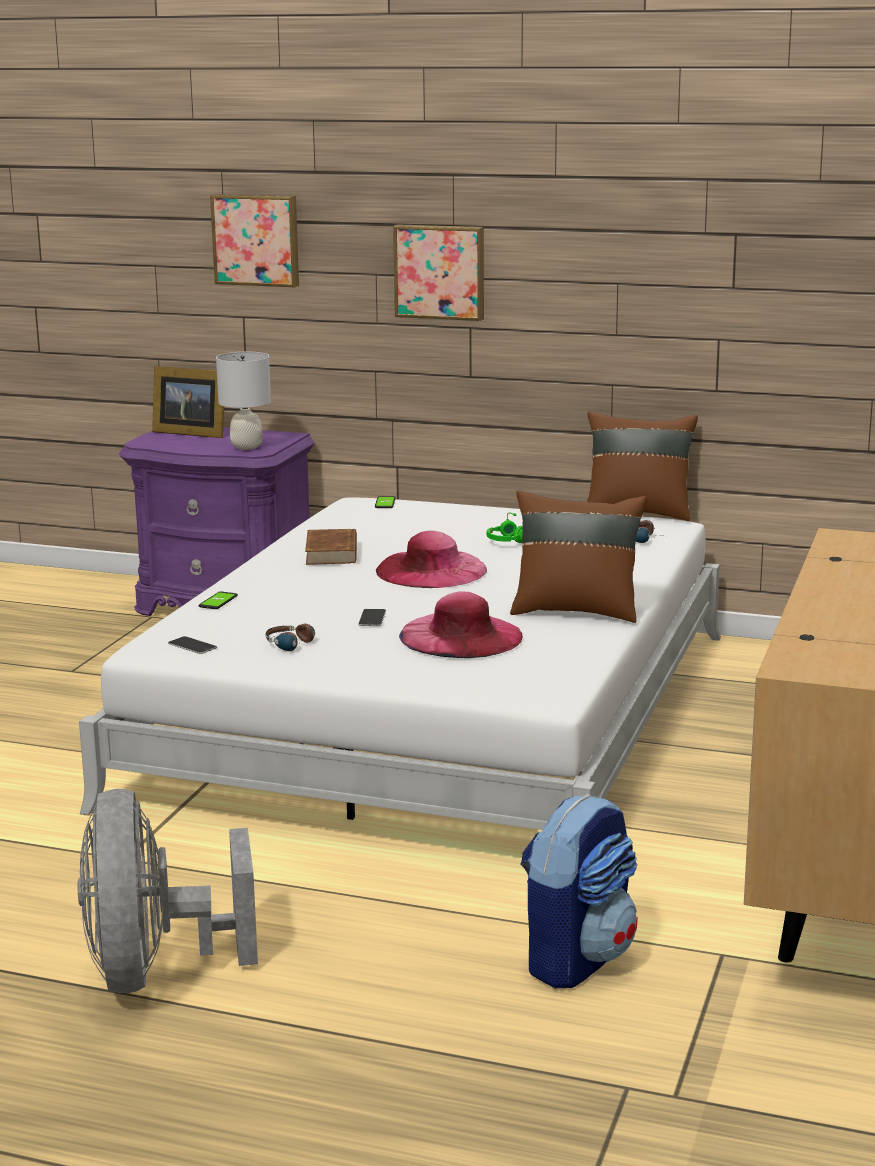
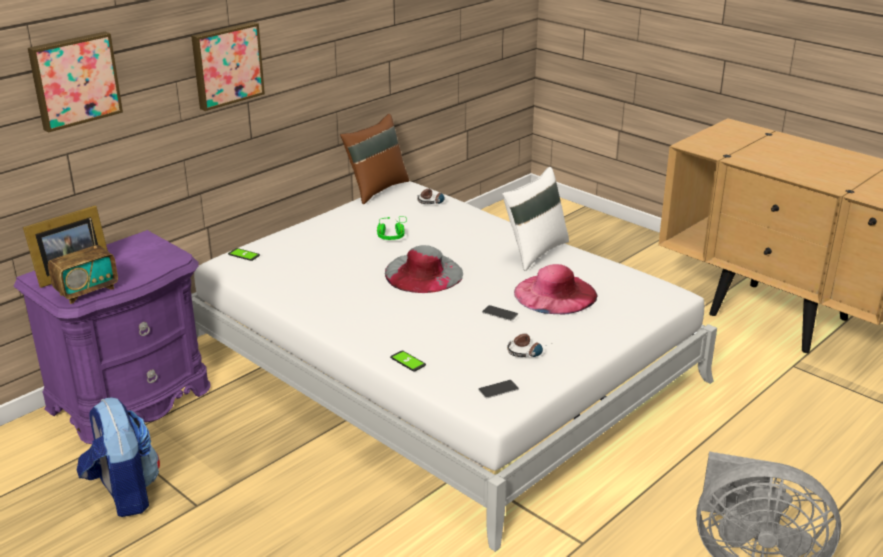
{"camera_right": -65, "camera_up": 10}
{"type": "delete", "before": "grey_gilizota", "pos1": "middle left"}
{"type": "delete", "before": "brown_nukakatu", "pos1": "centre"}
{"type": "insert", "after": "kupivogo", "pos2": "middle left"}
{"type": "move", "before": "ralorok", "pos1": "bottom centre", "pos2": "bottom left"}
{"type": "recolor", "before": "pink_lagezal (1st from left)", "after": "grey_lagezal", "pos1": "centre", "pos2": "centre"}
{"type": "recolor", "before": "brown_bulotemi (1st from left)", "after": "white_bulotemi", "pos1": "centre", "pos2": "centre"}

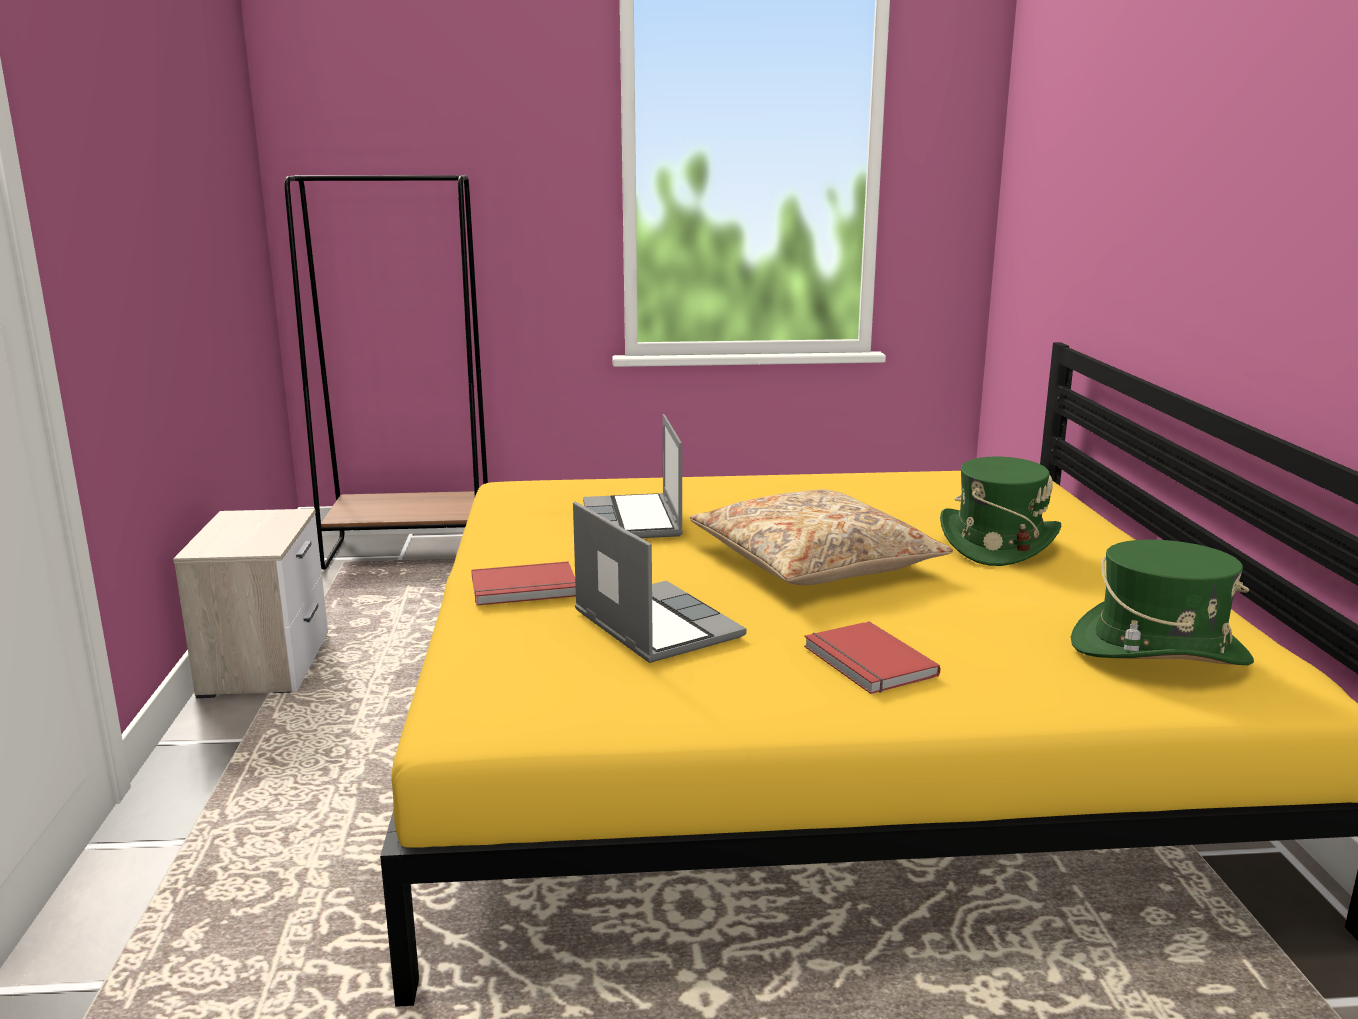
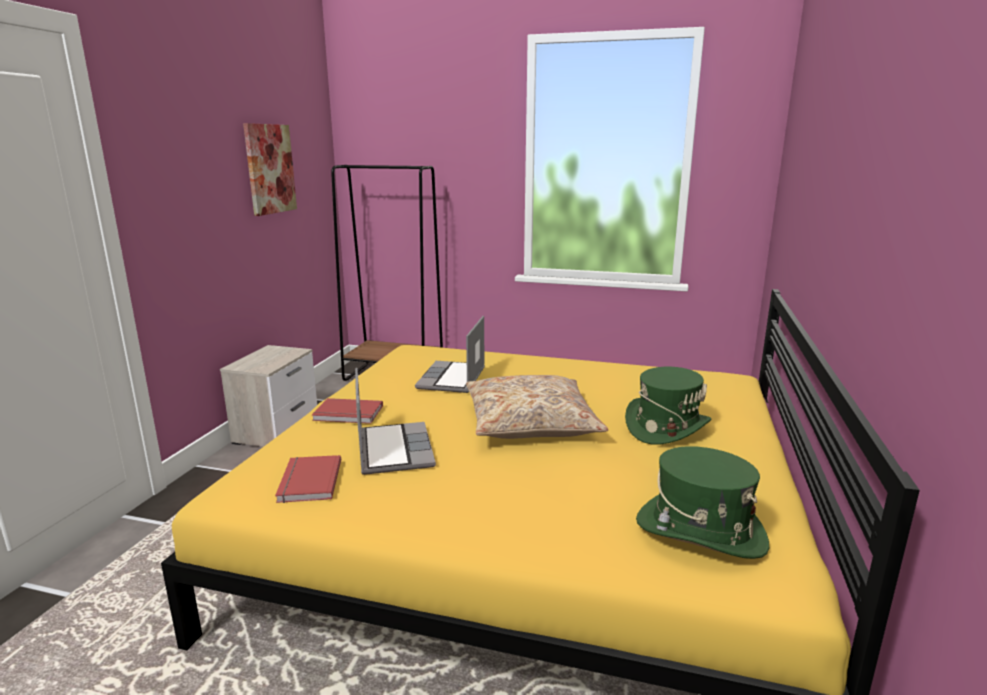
{"camera_right": 20, "camera_up": 0}
{"type": "insert", "after": "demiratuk", "pos2": "top left"}
{"type": "move", "before": "red_nukakatu (2nd from left in the first image)", "after": "red_nukakatu (1st from left)", "pos1": "centre", "pos2": "bottom left"}

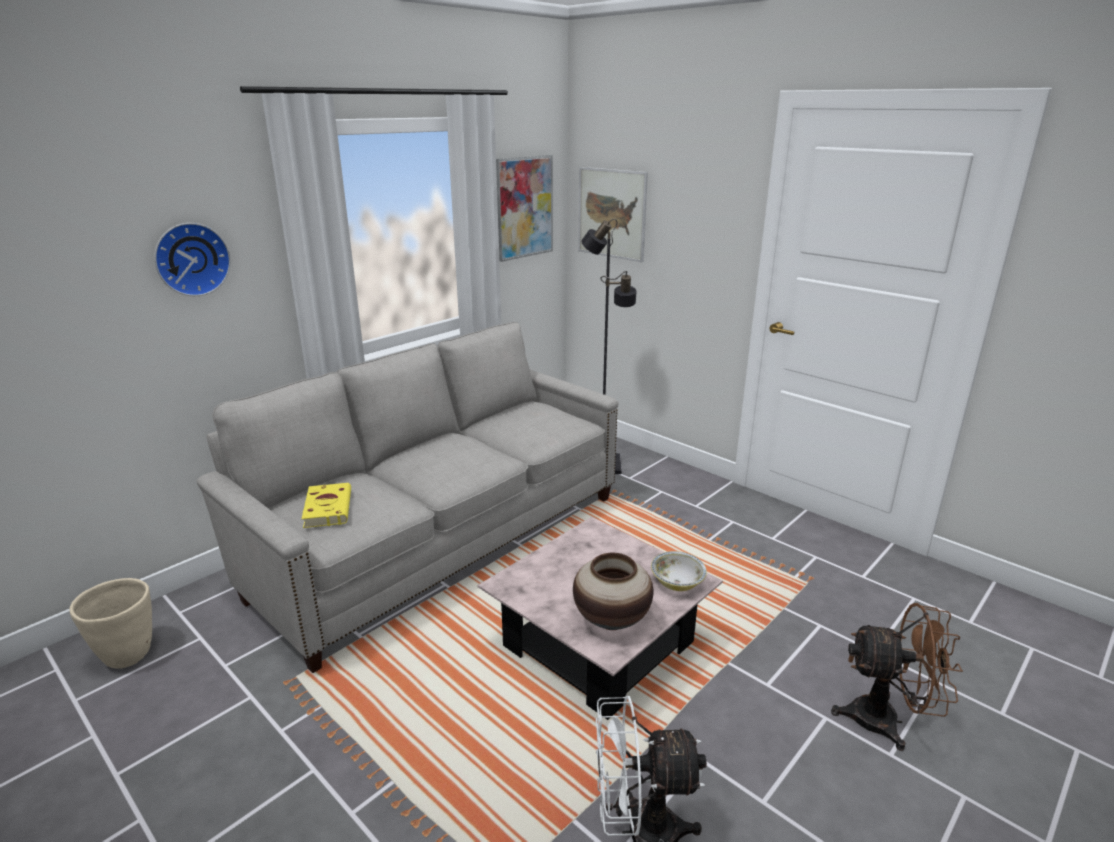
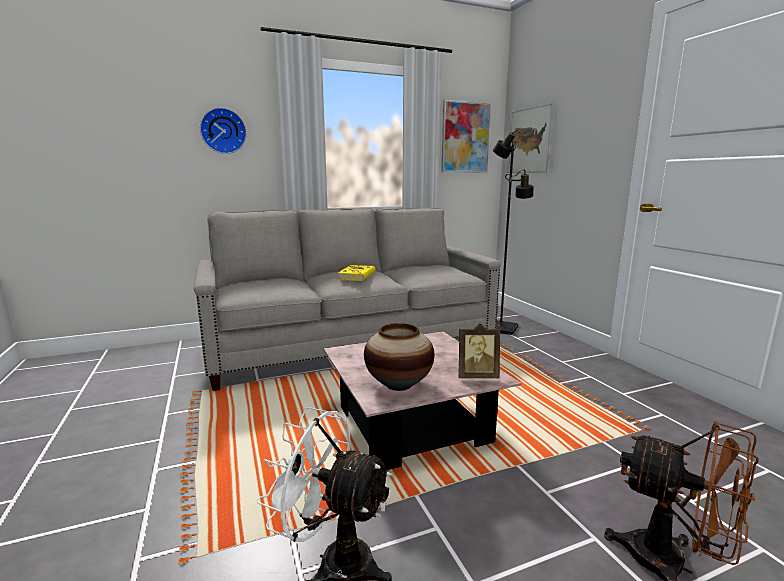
{"camera_right": 25, "camera_up": -10}
{"type": "delete", "before": "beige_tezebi", "pos1": "bottom left"}
{"type": "move", "before": "yellow_nukakatu", "pos1": "middle left", "pos2": "centre"}
{"type": "replace", "before": "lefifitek", "after": "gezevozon", "pos1": "bottom centre", "pos2": "centre"}

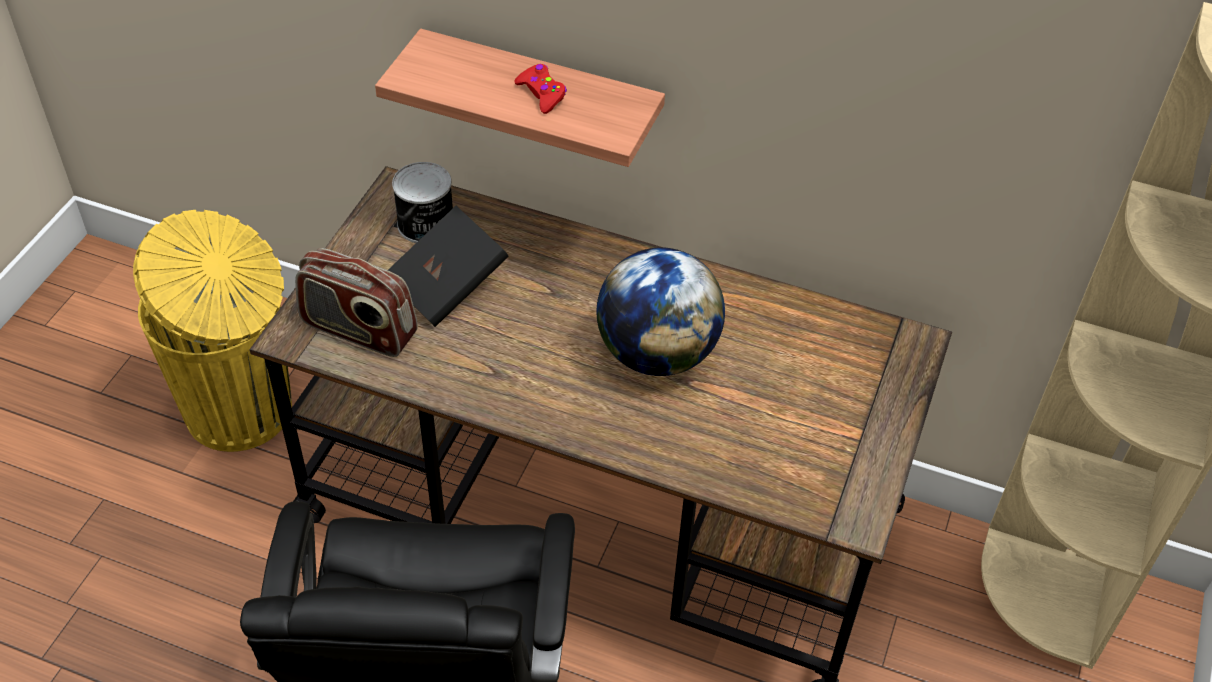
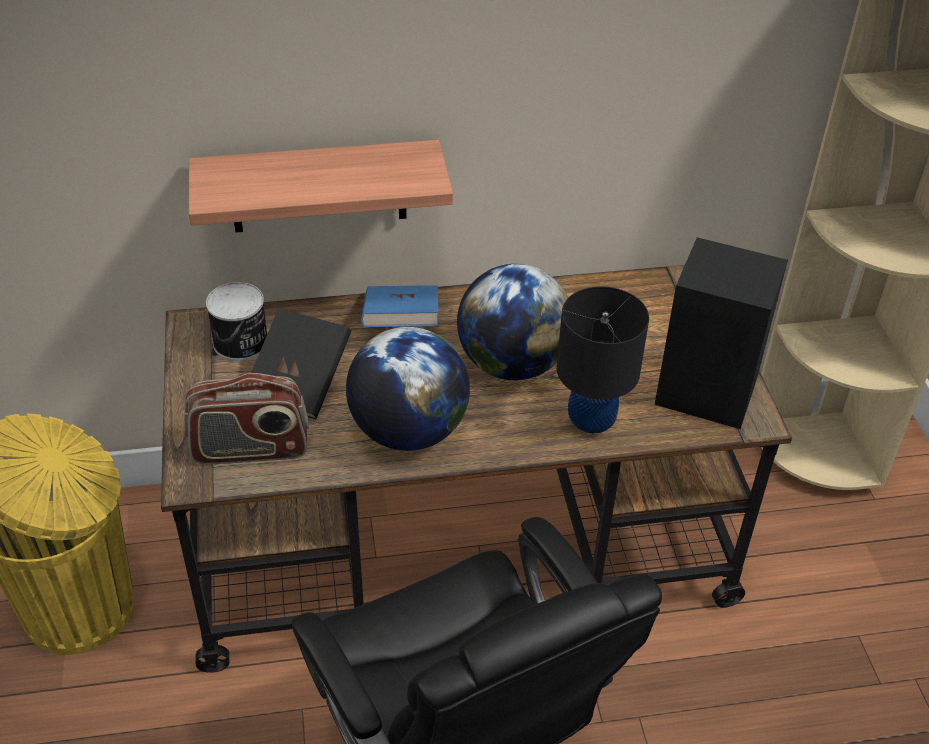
{"camera_right": -30, "camera_up": -5}
{"type": "delete", "before": "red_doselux", "pos1": "top centre"}
{"type": "insert", "after": "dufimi (1st from left)", "pos2": "centre"}
{"type": "insert", "after": "blue_nukakatu", "pos2": "centre"}
{"type": "insert", "after": "black_gilizota", "pos2": "centre"}
{"type": "insert", "after": "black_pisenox", "pos2": "middle right"}

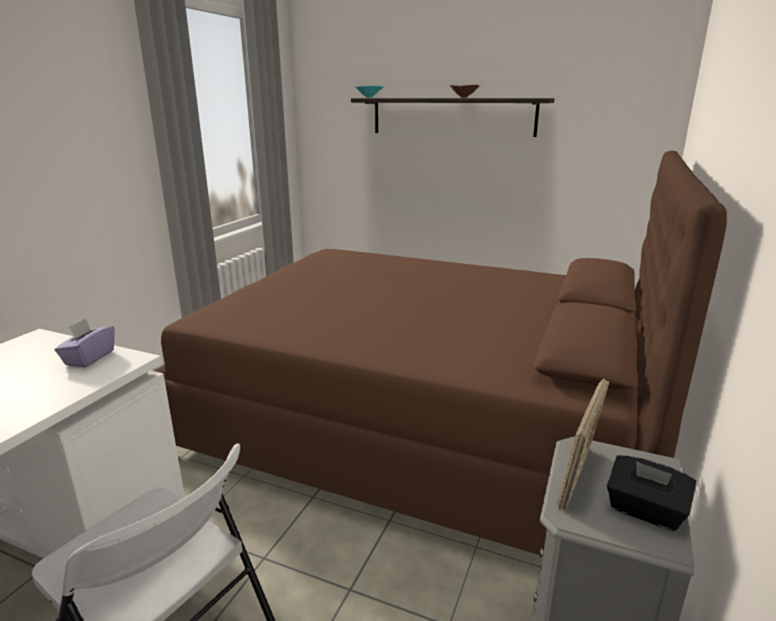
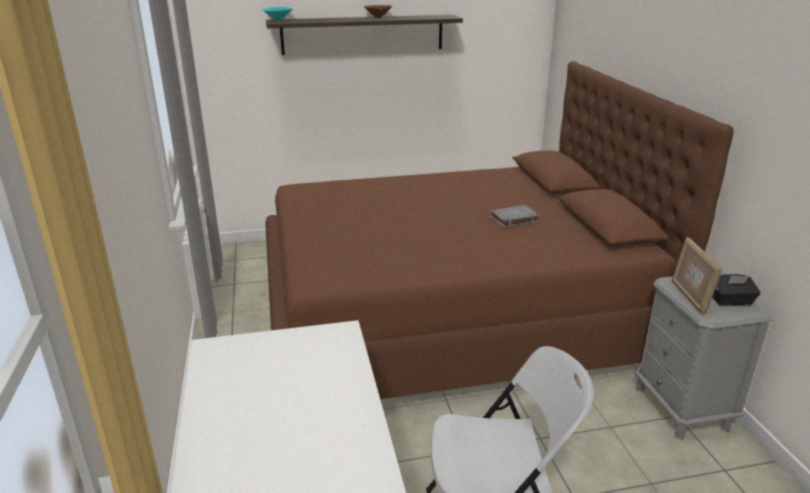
{"camera_right": -35, "camera_up": 5}
{"type": "delete", "before": "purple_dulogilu", "pos1": "middle left"}
{"type": "insert", "after": "grey_nukakatu", "pos2": "centre"}

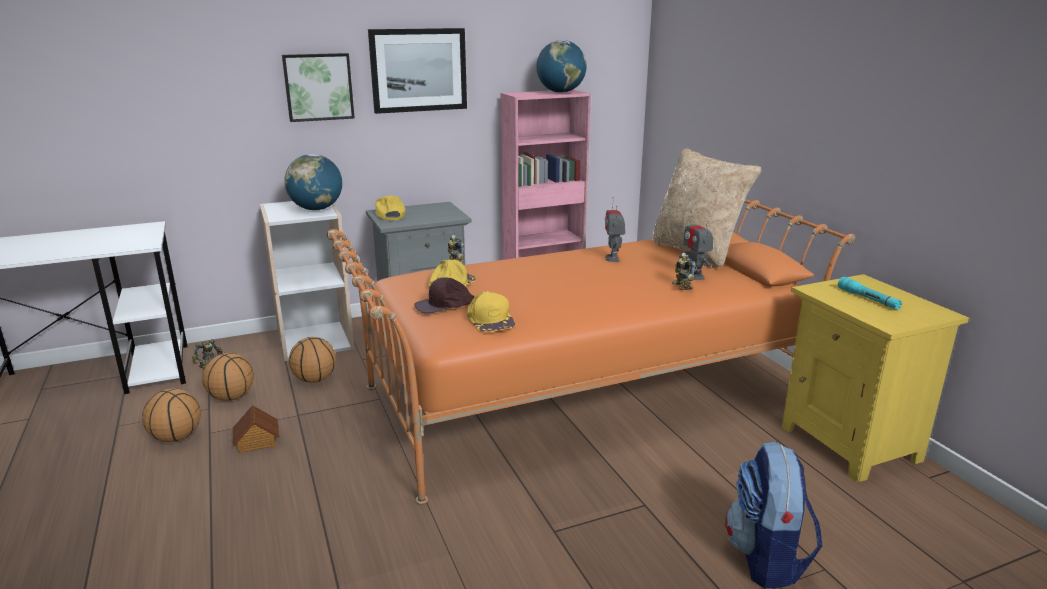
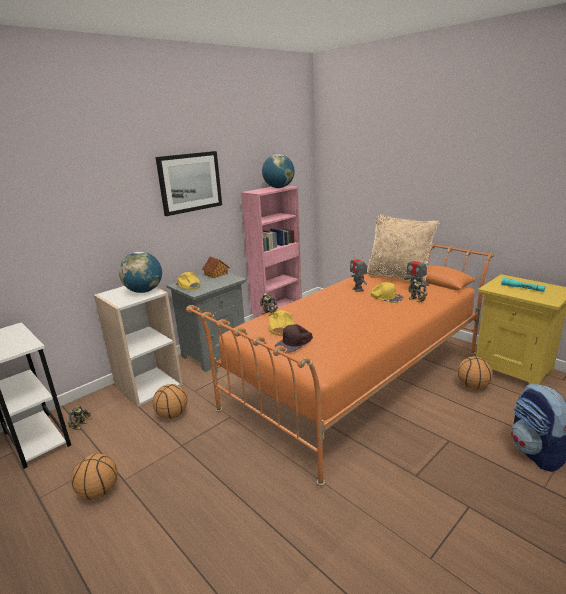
{"camera_right": -20, "camera_up": 0}
{"type": "delete", "before": "demiratuk (1st from left)", "pos1": "top left"}
{"type": "move", "before": "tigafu (2nd from left in the first image)", "after": "tigafu (3rd from left)", "pos1": "middle left", "pos2": "middle right"}
{"type": "move", "before": "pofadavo", "pos1": "bottom left", "pos2": "centre"}
{"type": "move", "before": "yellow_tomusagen (3rd from left)", "pos1": "centre", "pos2": "middle right"}

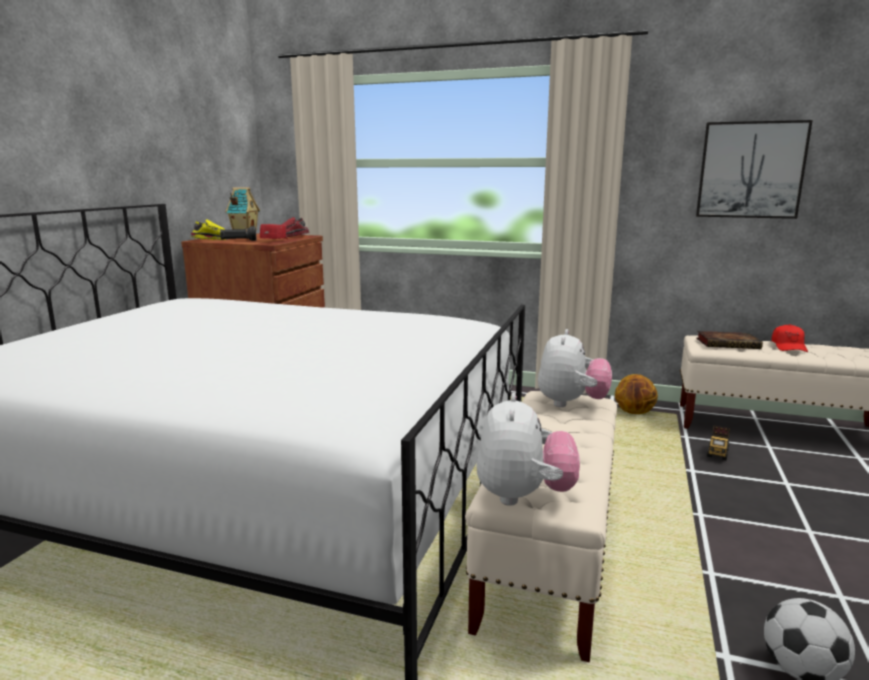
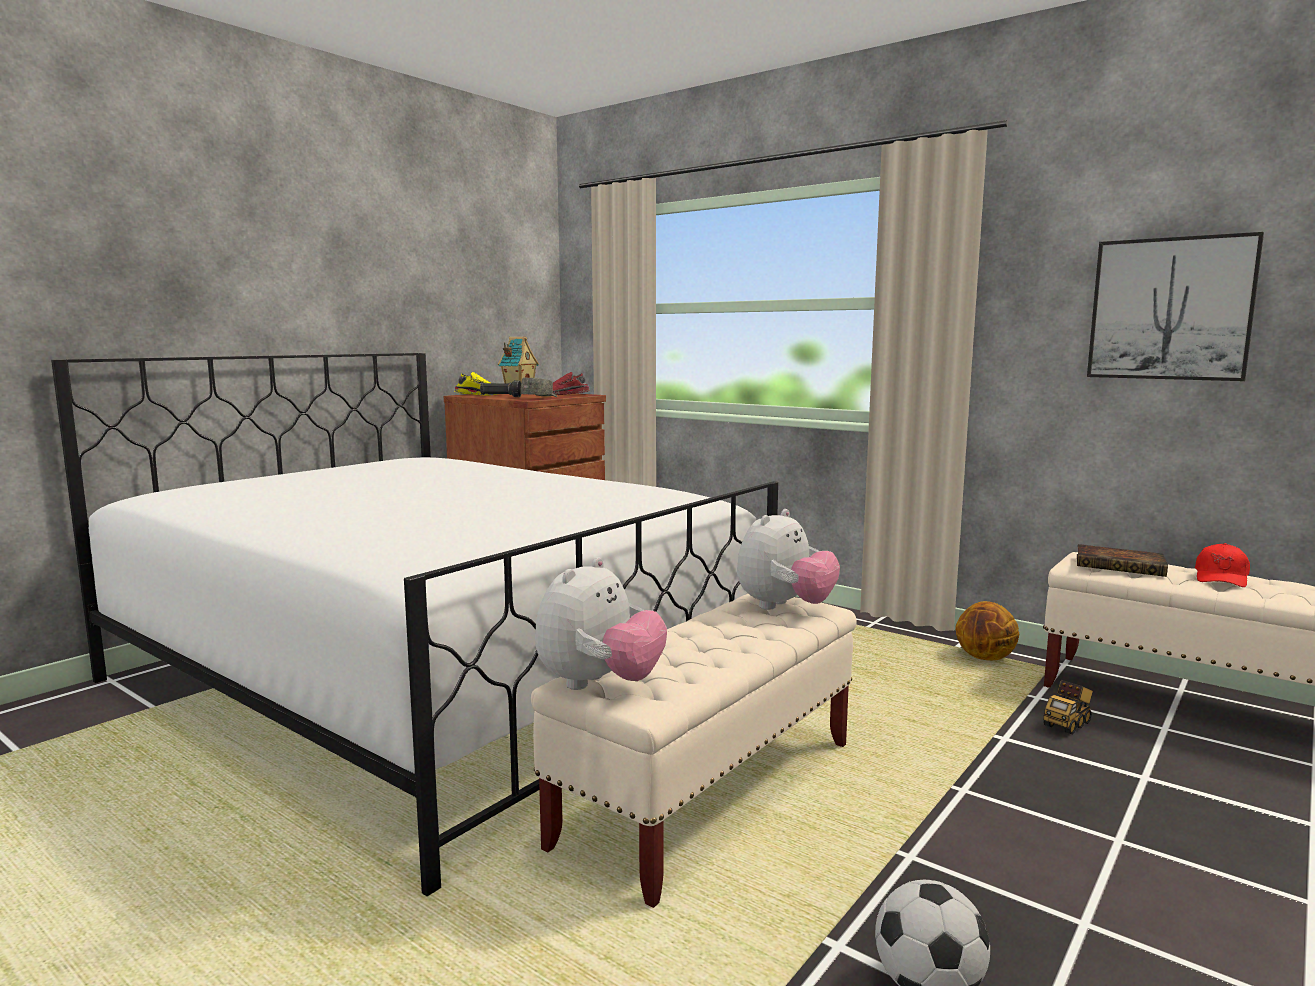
{"camera_right": 20, "camera_up": -5}
{"type": "recolor", "before": "red_tomusagen (1st from left)", "after": "grey_tomusagen", "pos1": "middle left", "pos2": "centre"}

